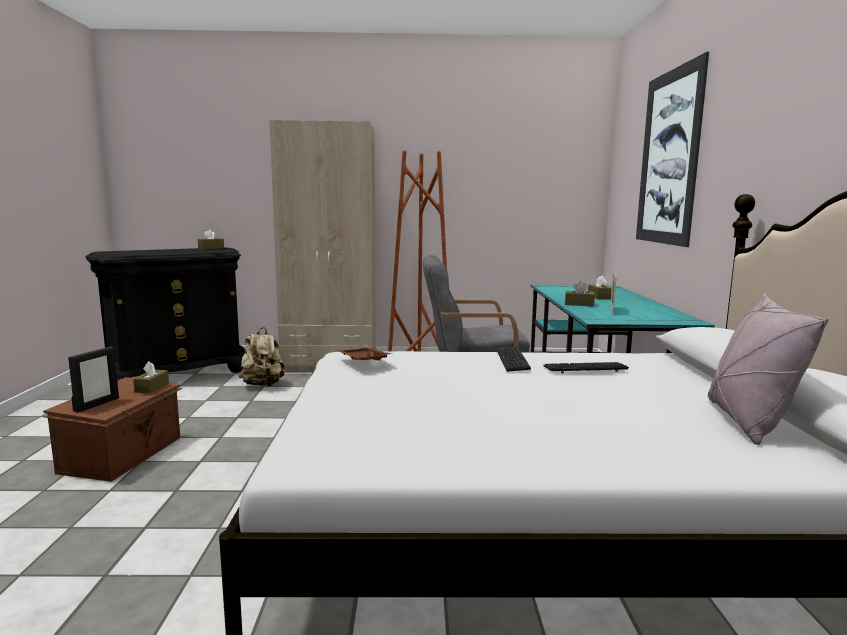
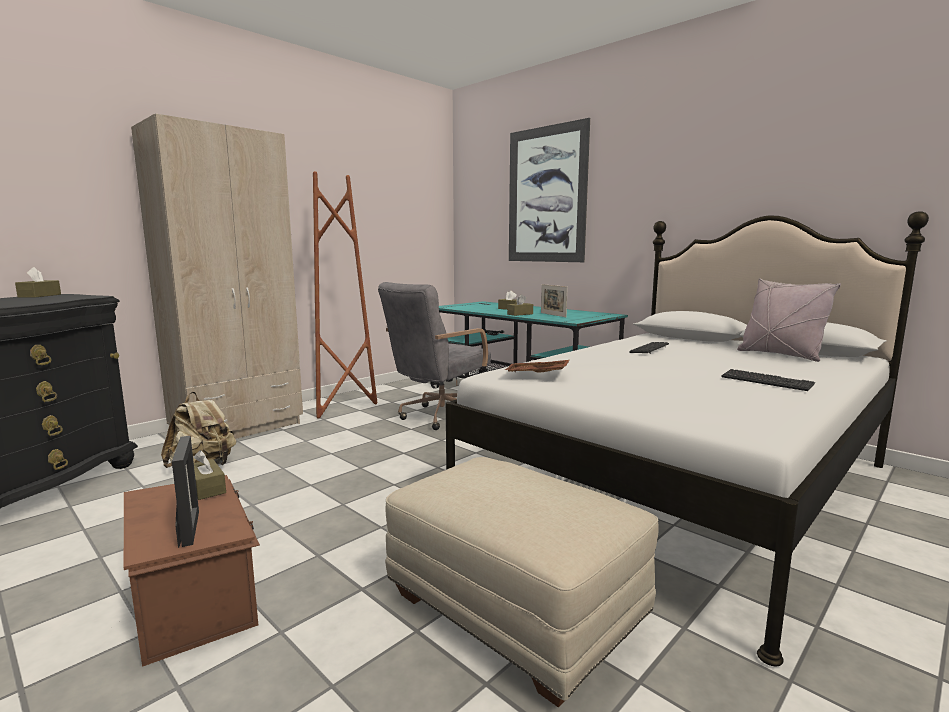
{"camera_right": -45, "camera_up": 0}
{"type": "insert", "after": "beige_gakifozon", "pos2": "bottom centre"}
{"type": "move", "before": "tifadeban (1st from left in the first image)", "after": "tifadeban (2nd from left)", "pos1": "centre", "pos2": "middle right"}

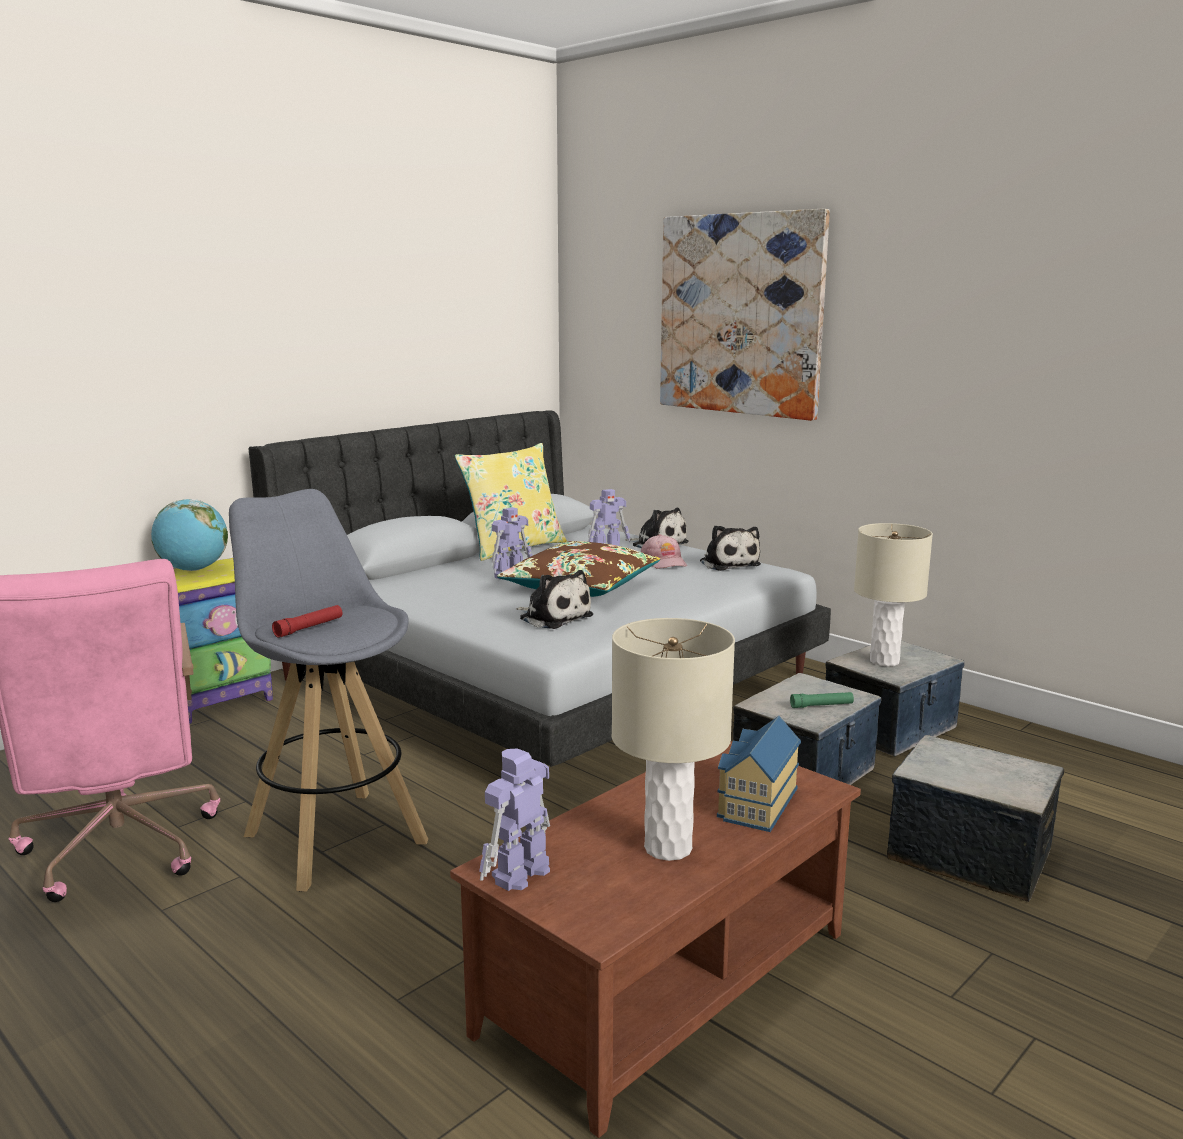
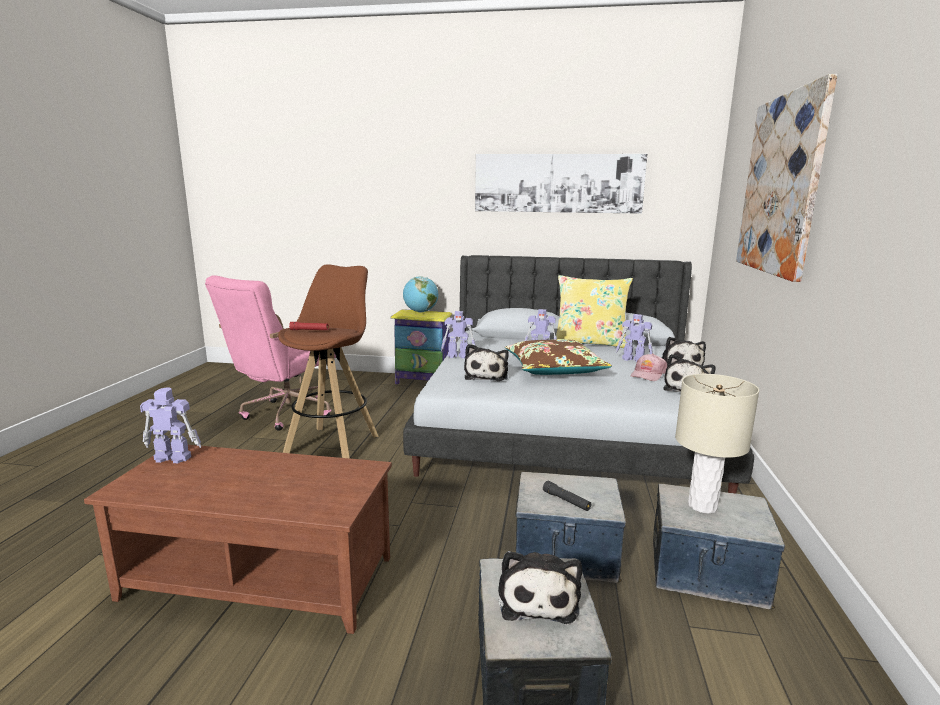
{"camera_right": 55, "camera_up": 0}
{"type": "delete", "before": "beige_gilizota (1st from left)", "pos1": "centre"}
{"type": "delete", "before": "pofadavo", "pos1": "bottom centre"}
{"type": "insert", "after": "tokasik (2nd from left)", "pos2": "centre"}
{"type": "insert", "after": "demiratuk (1st from left)", "pos2": "top centre"}
{"type": "insert", "after": "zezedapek (2nd from left)", "pos2": "bottom centre"}
{"type": "recolor", "before": "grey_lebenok", "after": "brown_lebenok", "pos1": "middle left", "pos2": "centre"}
{"type": "recolor", "before": "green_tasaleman", "after": "black_tasaleman", "pos1": "middle right", "pos2": "bottom centre"}

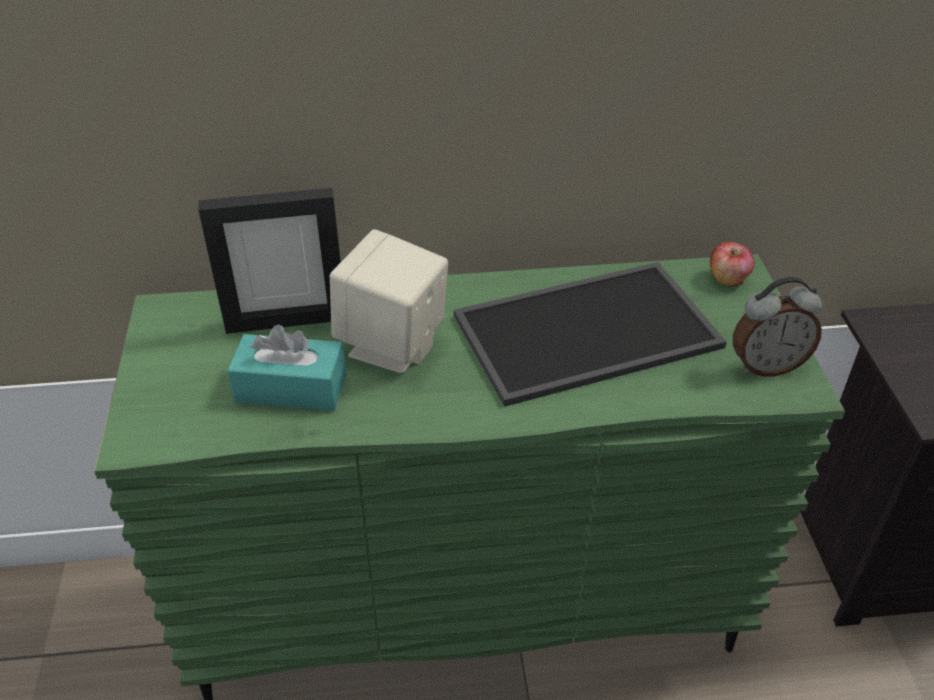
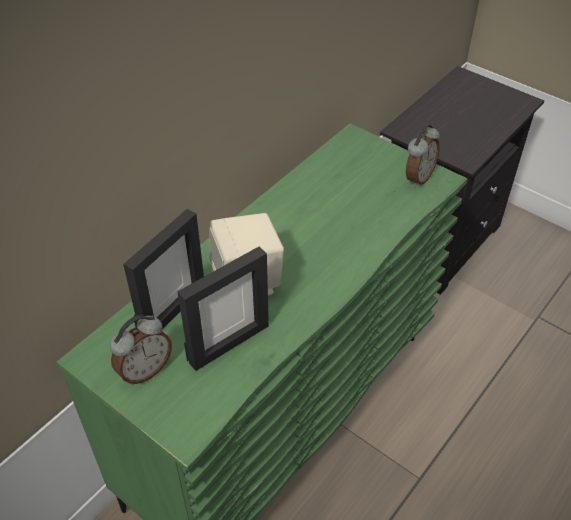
{"camera_right": -45, "camera_up": 5}
{"type": "delete", "before": "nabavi", "pos1": "centre"}
{"type": "delete", "before": "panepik", "pos1": "middle right"}
{"type": "insert", "after": "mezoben (1st from left)", "pos2": "bottom left"}
{"type": "replace", "before": "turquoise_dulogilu", "after": "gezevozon (2nd from left)", "pos1": "middle left", "pos2": "centre"}

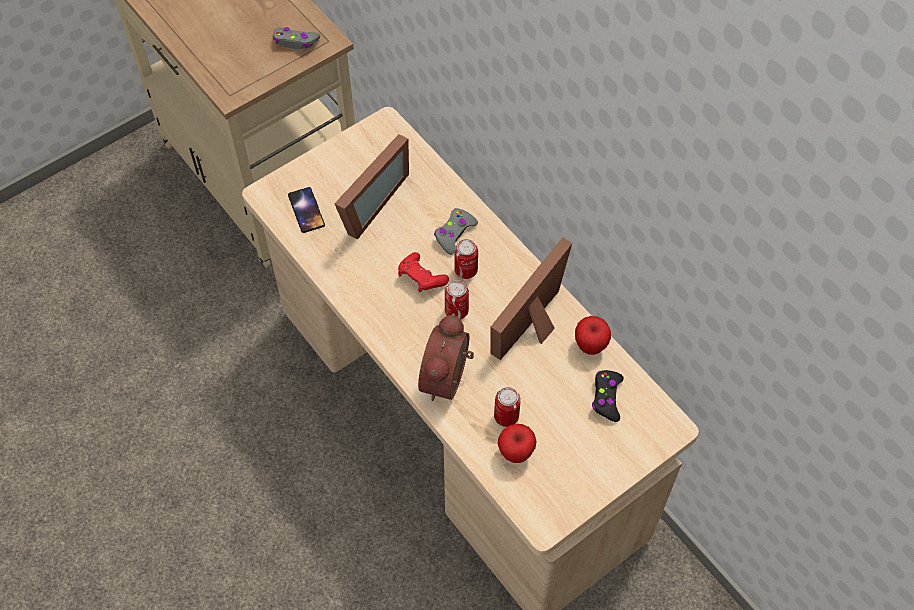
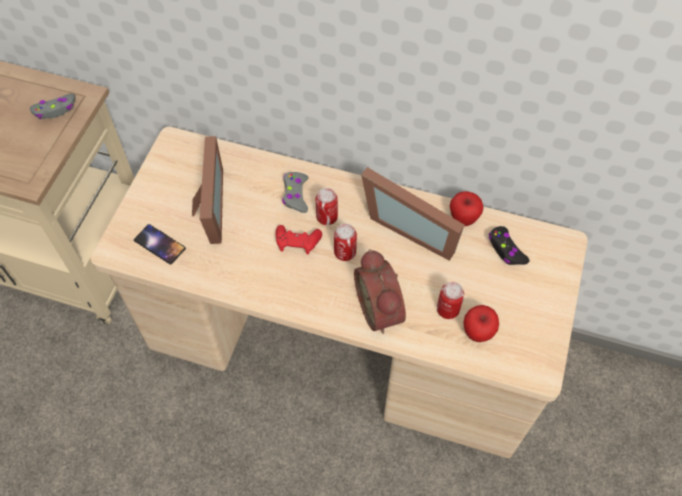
{"camera_right": -35, "camera_up": 0}
{"type": "rotate", "before": "gezevozon (2nd from left)", "pos1": "centre", "pos2": "centre", "turn": -60}

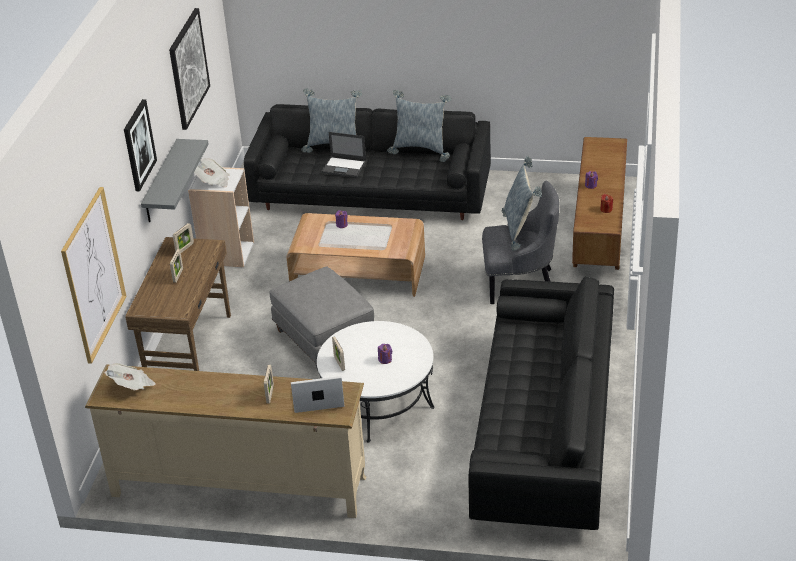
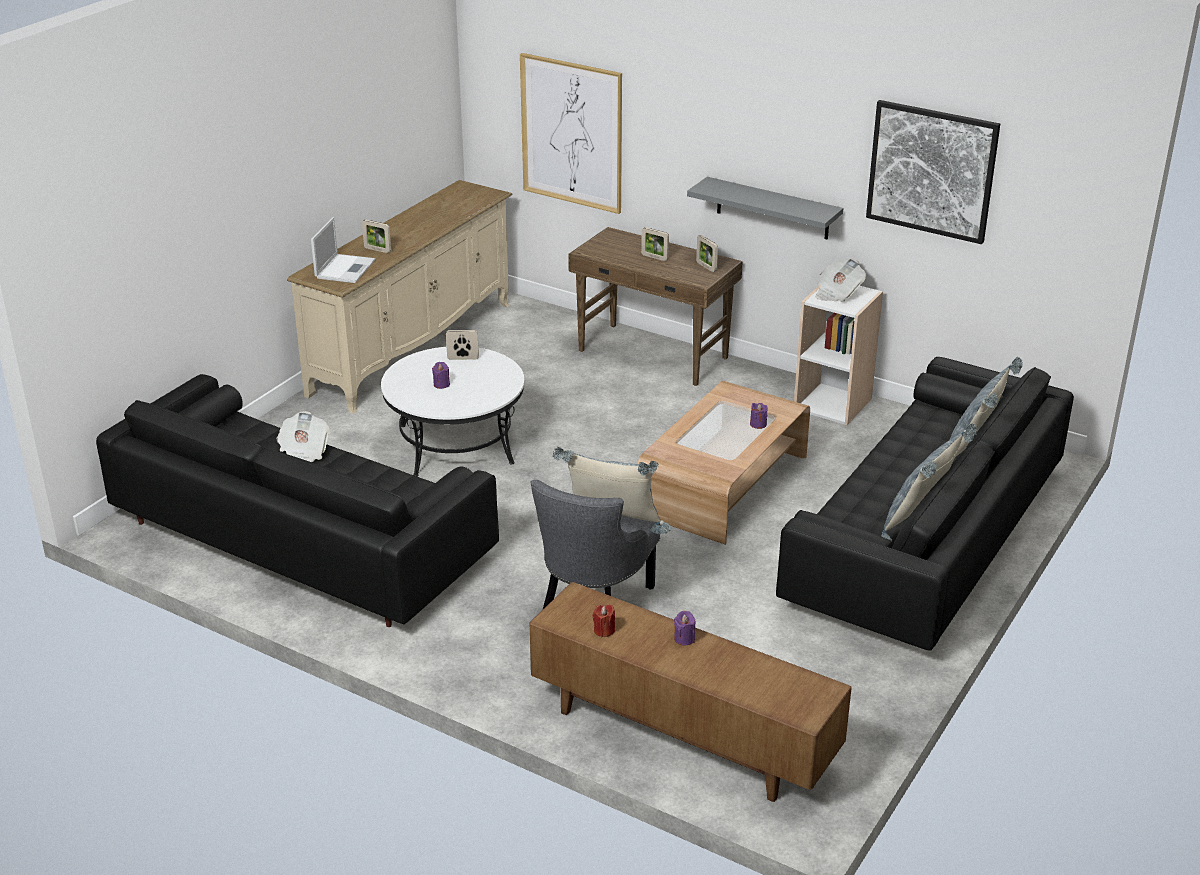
{"camera_right": 110, "camera_up": -5}
{"type": "delete", "before": "demiratuk (2nd from left)", "pos1": "top left"}
{"type": "delete", "before": "grey_gakifozon", "pos1": "centre"}
{"type": "delete", "before": "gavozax (2nd from left)", "pos1": "top centre"}
{"type": "move", "before": "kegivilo (1st from left)", "pos1": "bottom left", "pos2": "middle left"}

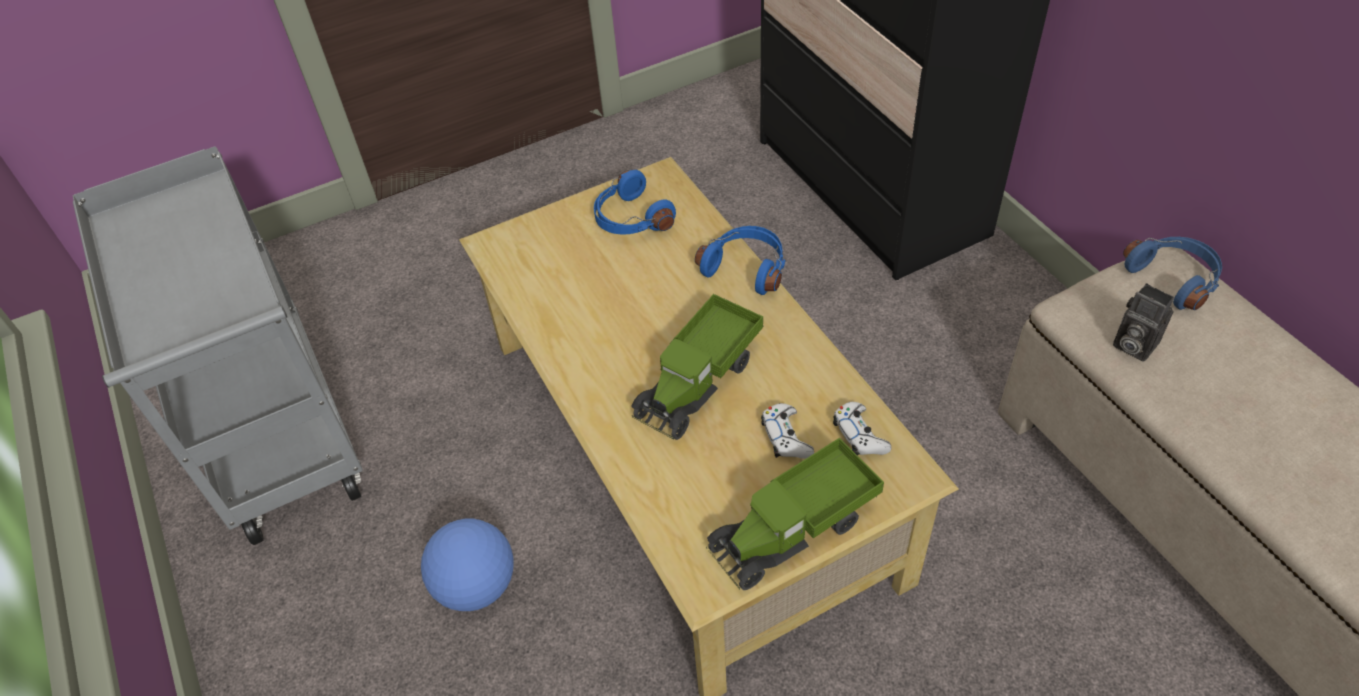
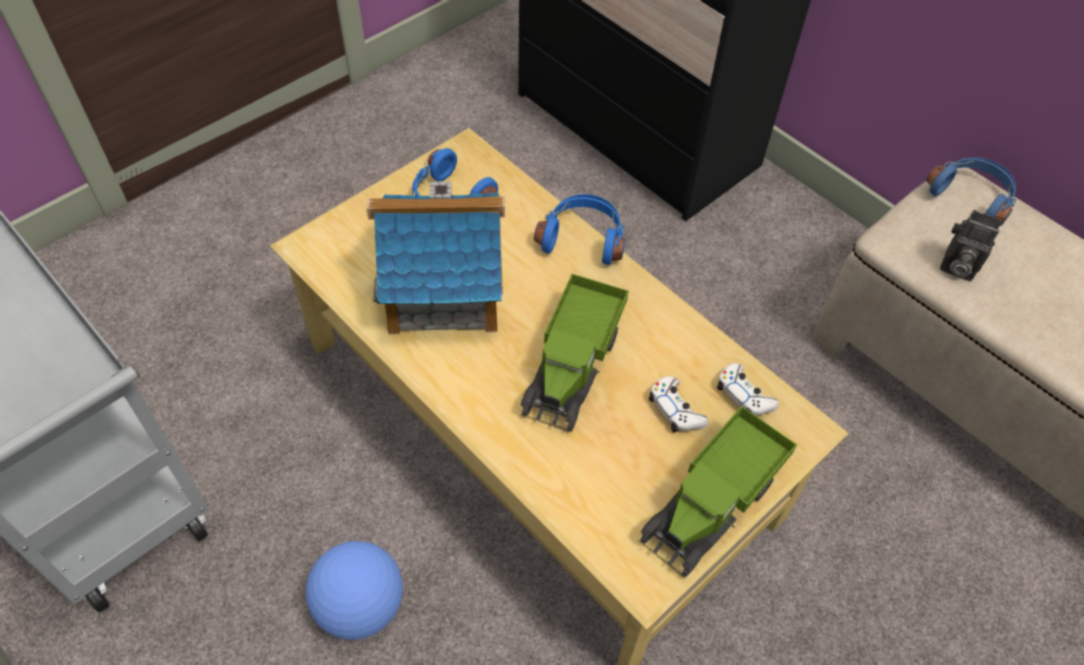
{"camera_right": -20, "camera_up": 5}
{"type": "insert", "after": "pofadavo", "pos2": "centre"}

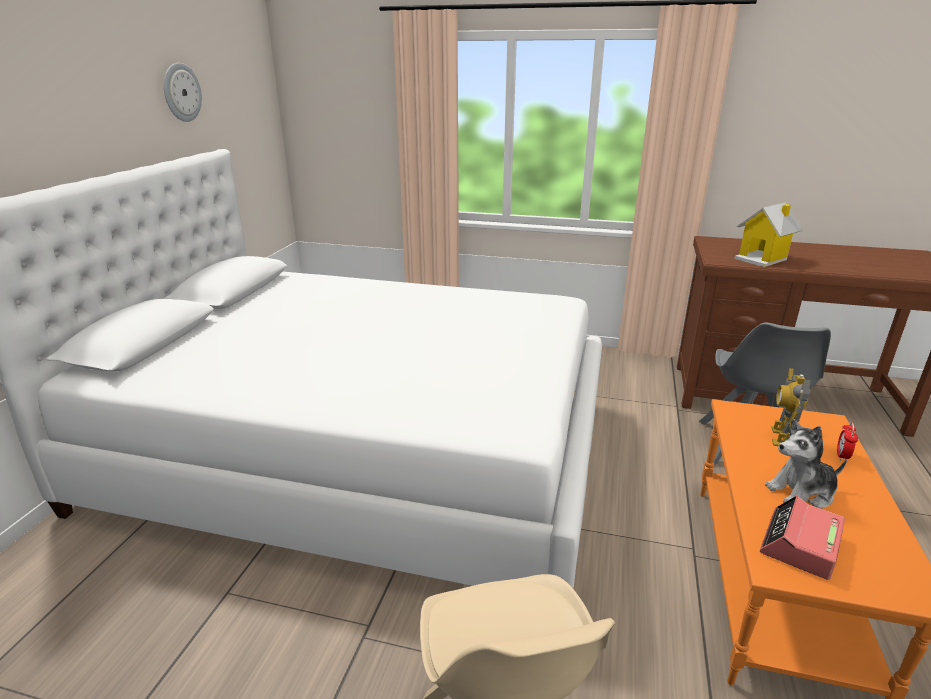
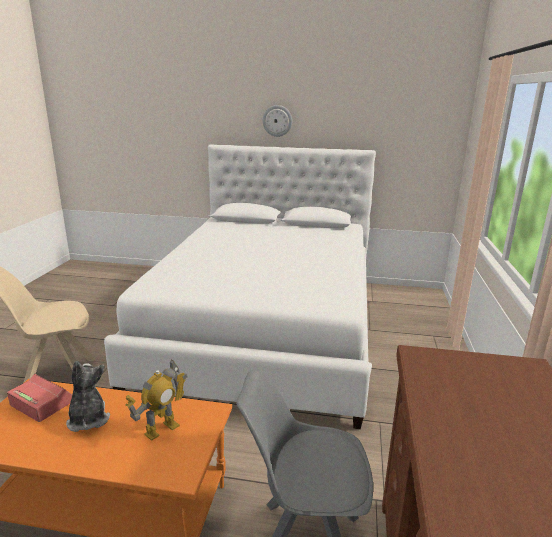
{"camera_right": 85, "camera_up": -5}
{"type": "delete", "before": "pofadavo", "pos1": "middle right"}
{"type": "delete", "before": "mezoben (2nd from left)", "pos1": "middle right"}
{"type": "move", "before": "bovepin", "pos1": "top left", "pos2": "top centre"}
{"type": "rotate", "before": "tokasik", "pos1": "middle right", "pos2": "bottom left", "turn": 120}

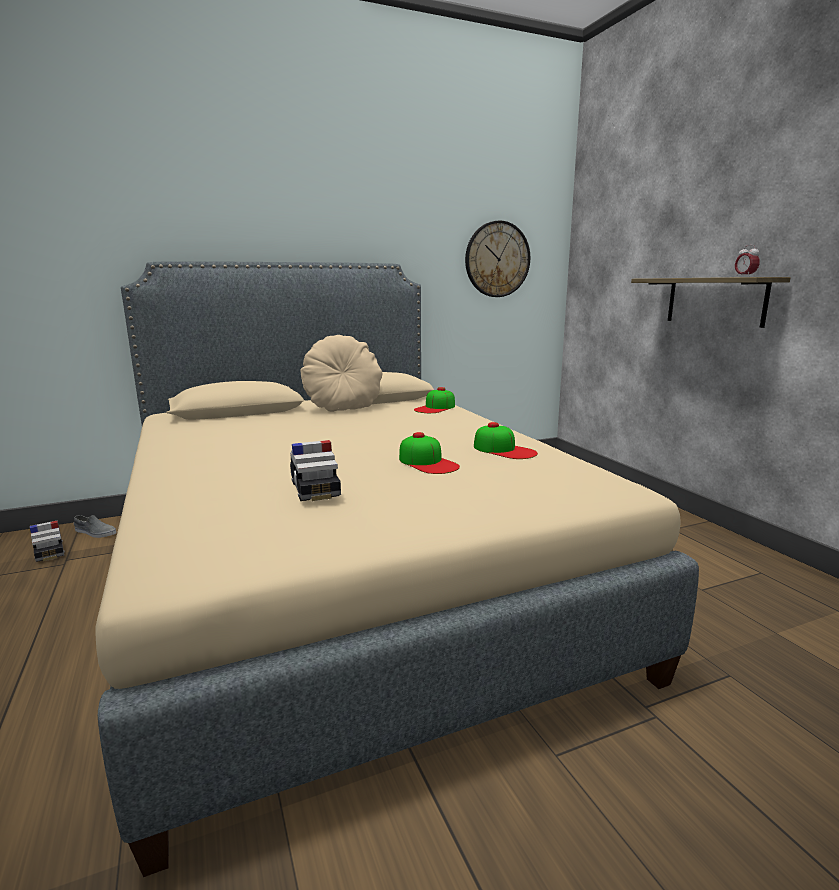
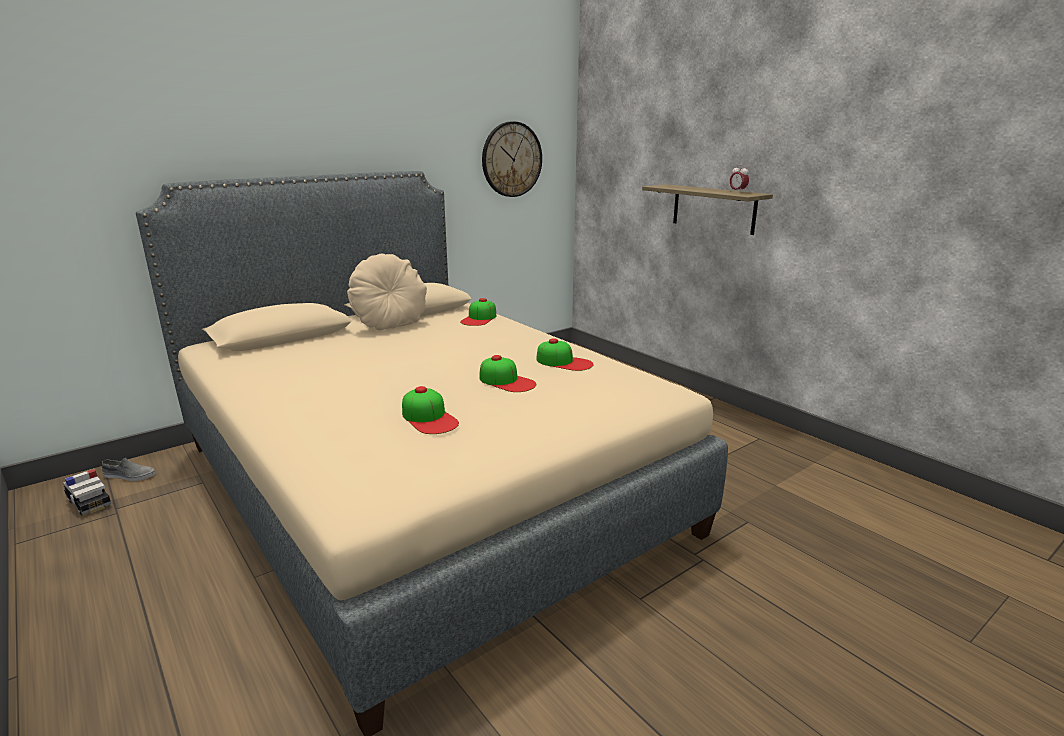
{"camera_right": -15, "camera_up": 5}
{"type": "replace", "before": "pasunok (2nd from left)", "after": "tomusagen (1st from left)", "pos1": "centre", "pos2": "centre"}

